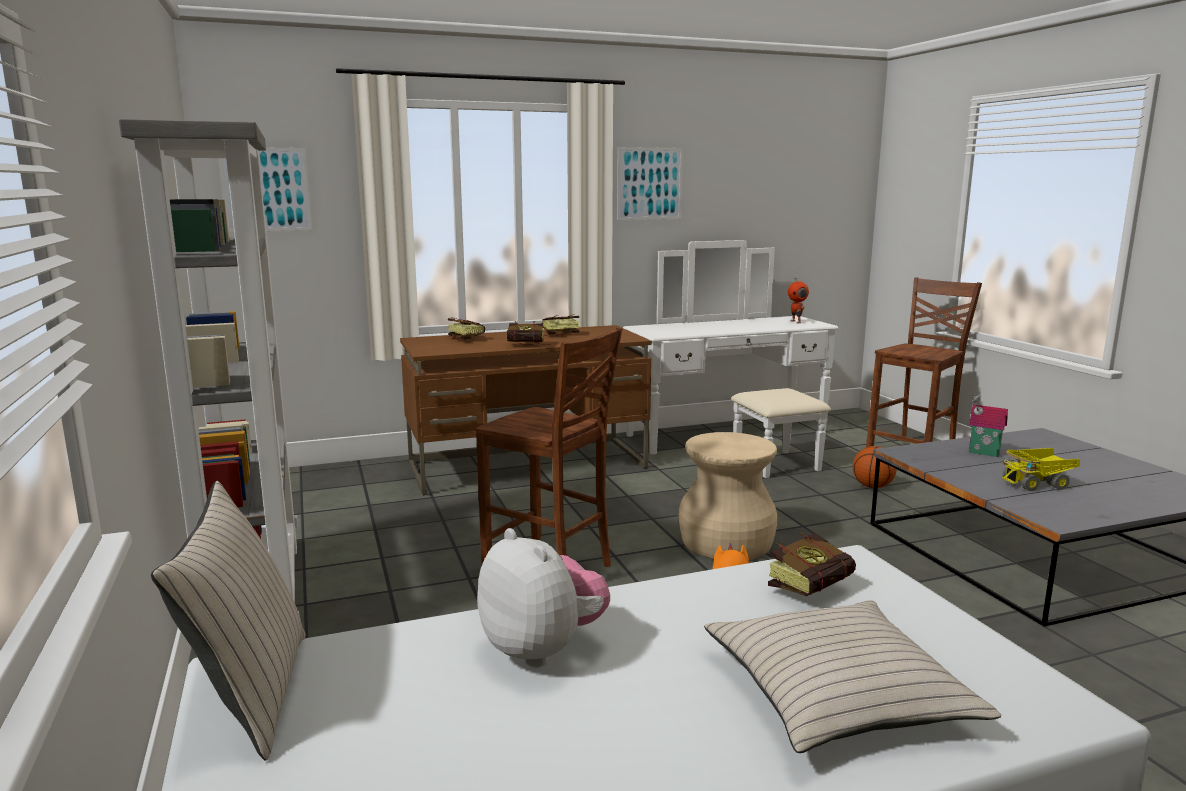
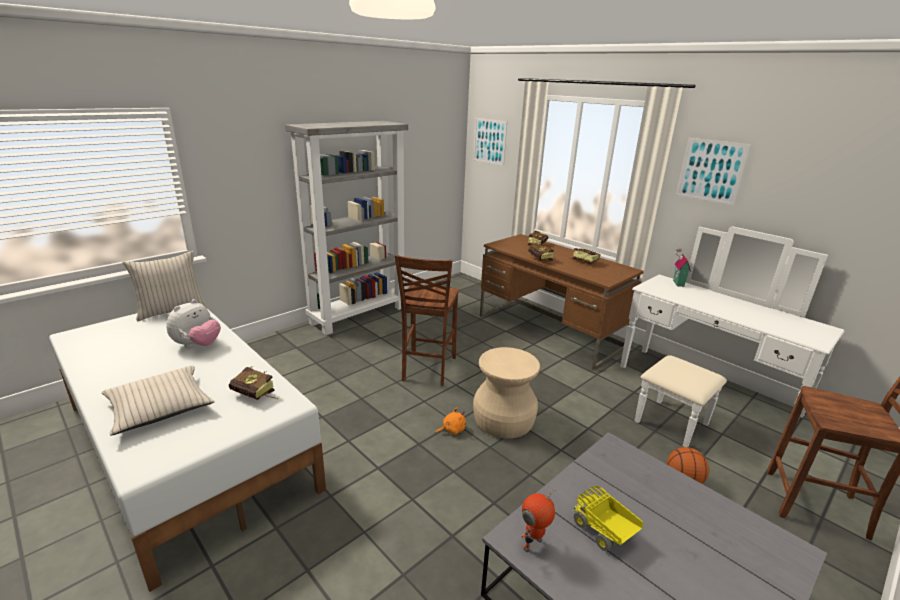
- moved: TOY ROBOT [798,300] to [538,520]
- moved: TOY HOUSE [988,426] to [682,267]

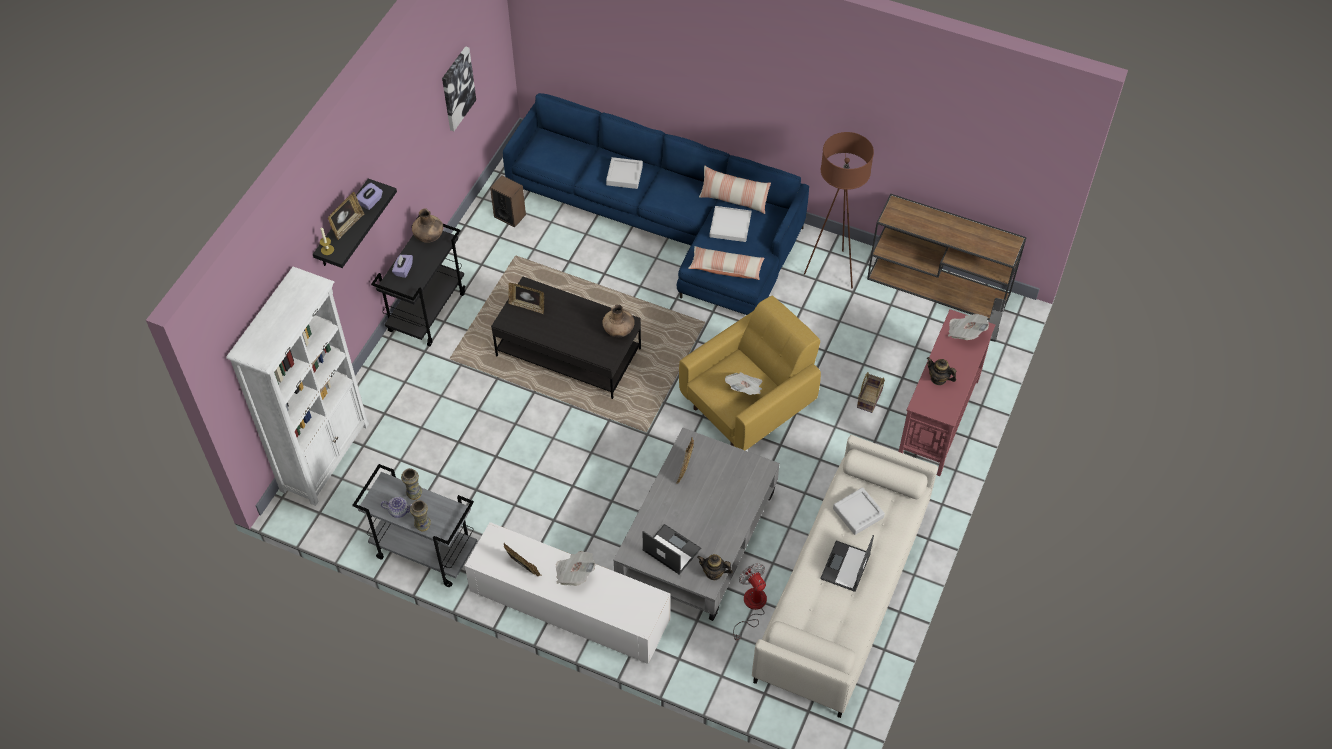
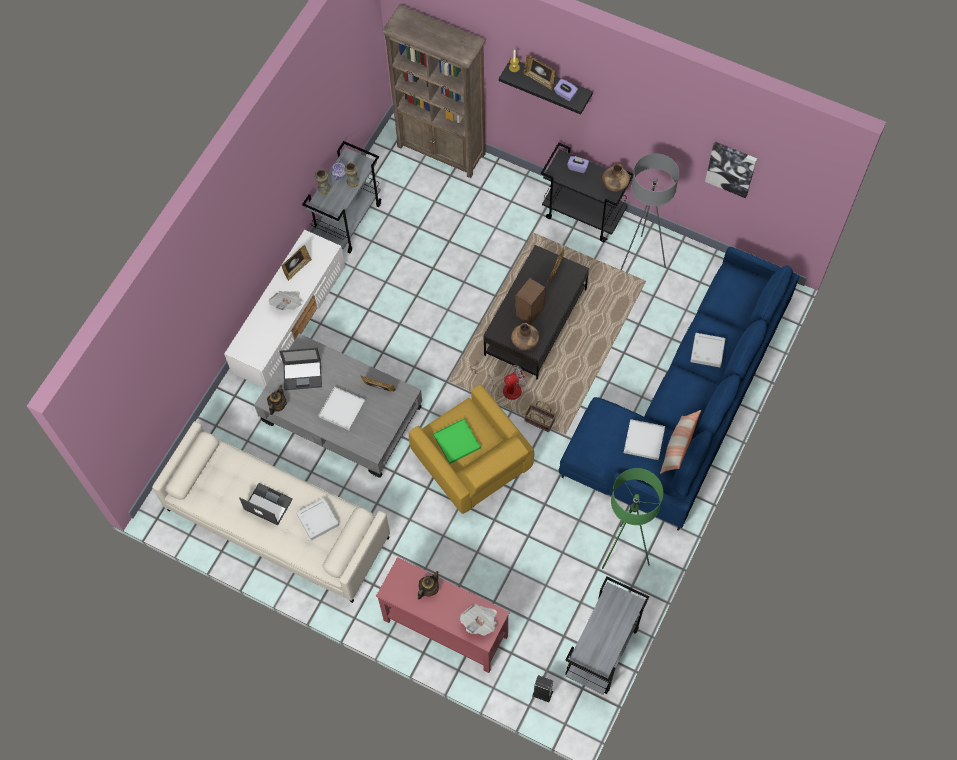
- turned: LAPTOP [671,549] = [300,369] 45 degrees clockwise
- added: WHITE TRAY [342,409]
- recoloured: WHITE BOOKCASE [297,386] to BROWN BOOKCASE [433,91]
- replaced: NEWSPAPER [743,383] to GREEN TRAY [457,441]
- moved: FAN [750,601] to [498,382]
- moved: SPEAKER [508,201] to [530,301]
- moved: BASKET [871,392] to [540,416]
- replaced: BROWN CONSOLE TABLE [947,257] to GREY CART [607,636]
- recoloured: BROWN FLOOR LAMP [839,210] to GREEN FLOOR LAMP [632,518]
- added: GREY FLOOR LAMP [650,211]
- removed: PILLOW [726,263]

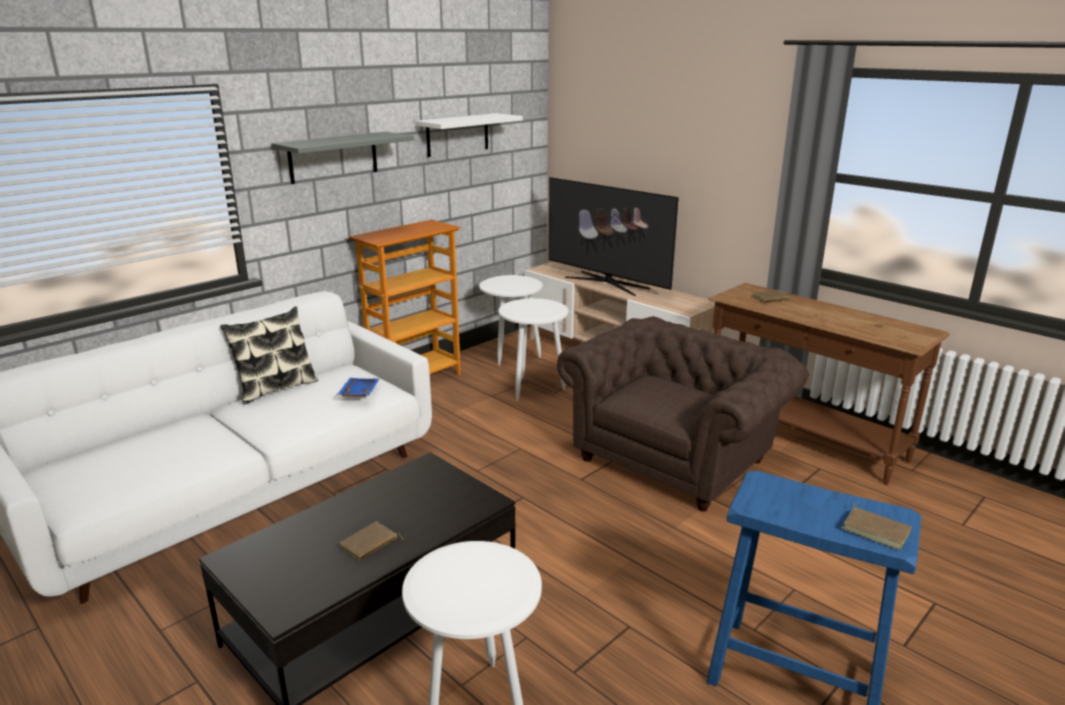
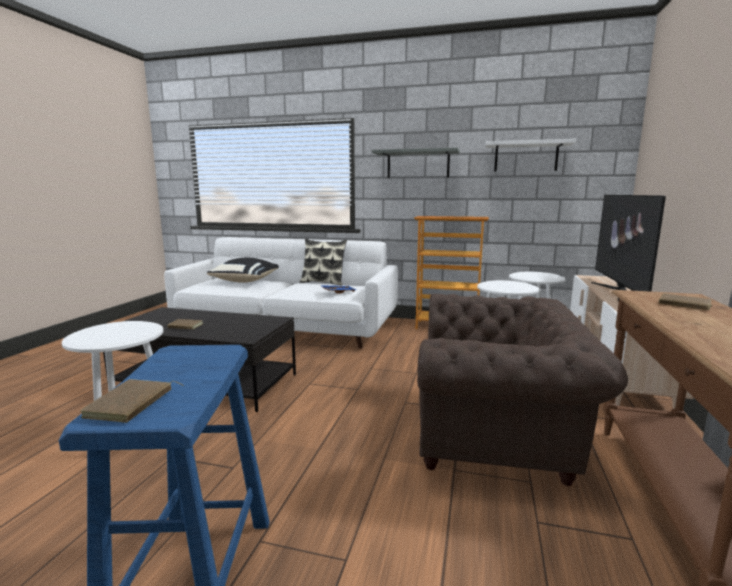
- added: BLACK PILLOW [243,270]

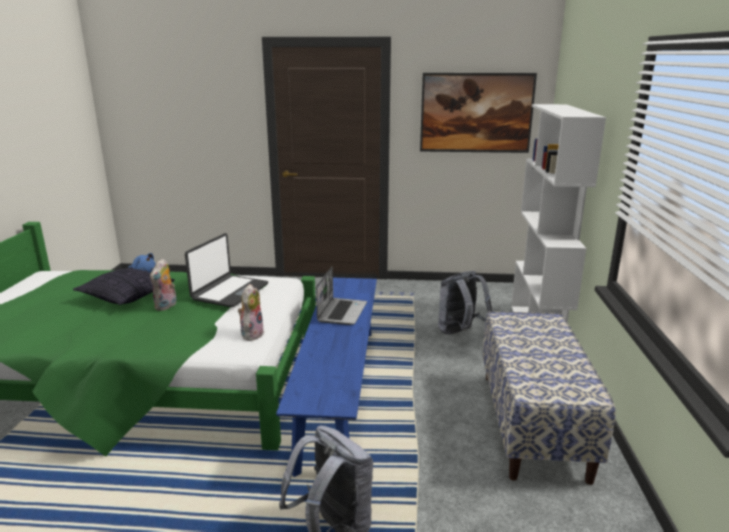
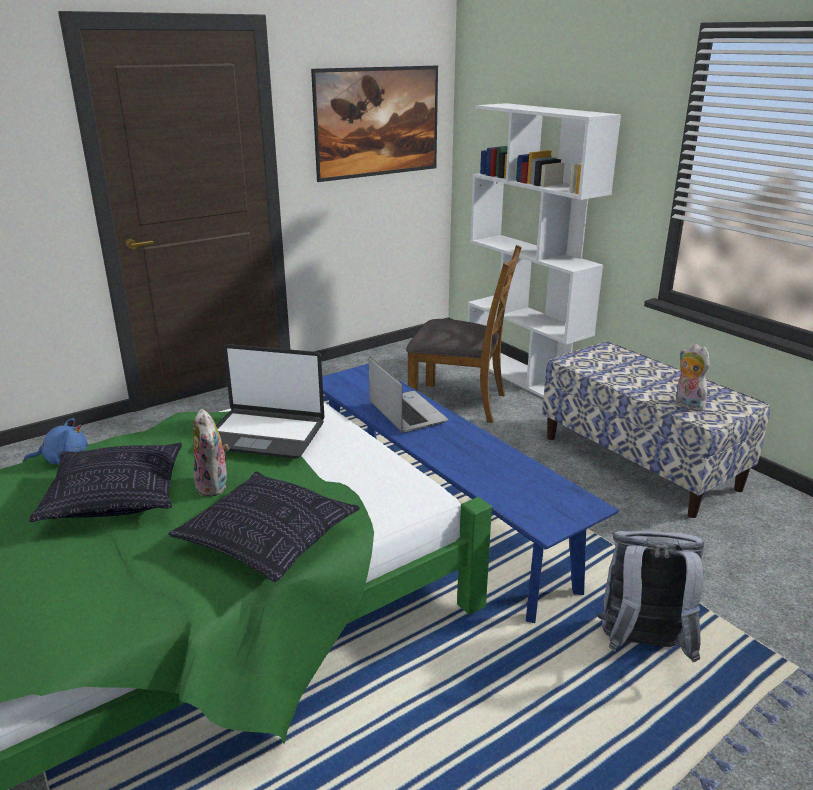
- added: PILLOW [264,526]
- turned: LAPTOP [226,270] = [270,401] 120 degrees clockwise
- replaced: GREY BACKPACK [465,302] to BROWN CHAIR [464,334]
- moved: PLUSH TOY [251,312] to [693,377]

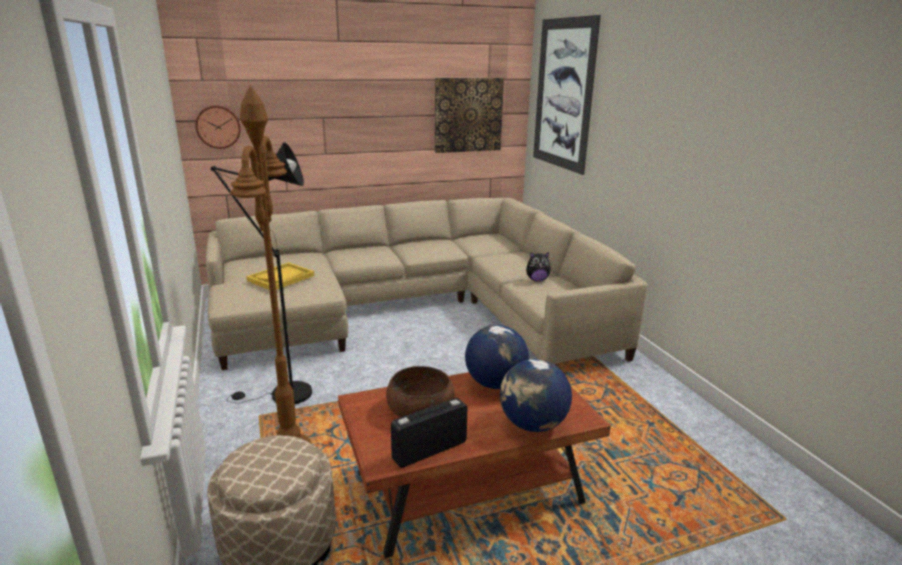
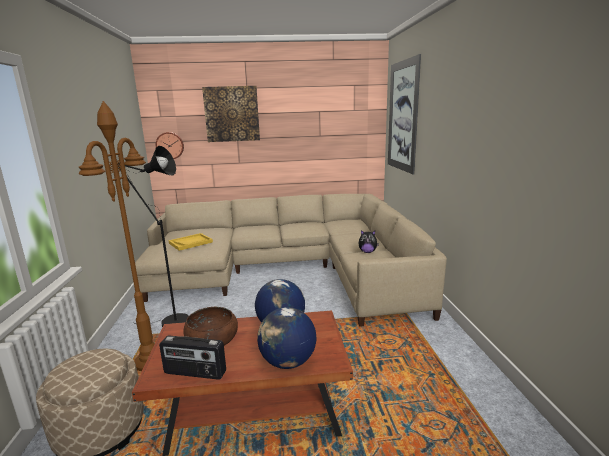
- turned: RADIO [429,433] = [192,357] 150 degrees counterclockwise
- moved: PICTURE [469,115] to [231,114]

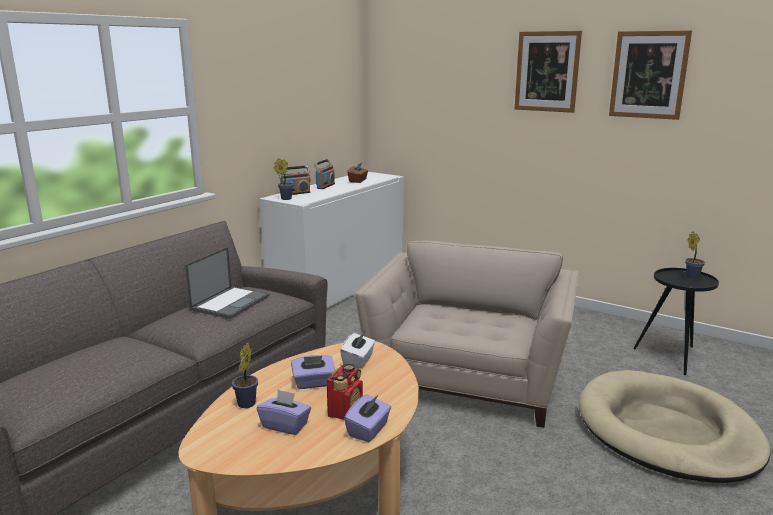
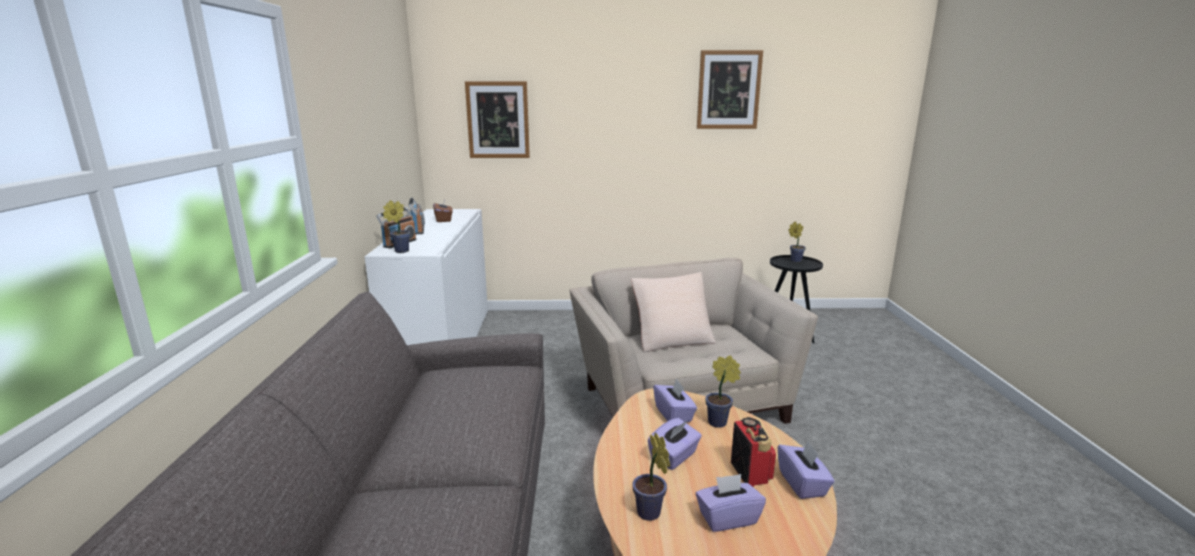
- moved: PICTURE [548,72] to [497,119]
- added: BEIGE PILLOW [673,312]
- recoloured: WHITE TISSUE BOX [357,350] to PURPLE TISSUE BOX [675,400]
- added: POTTED PLANT [723,391]
- removed: LAPTOP [227,283]
- removed: BEIGE DOG BED [675,426]

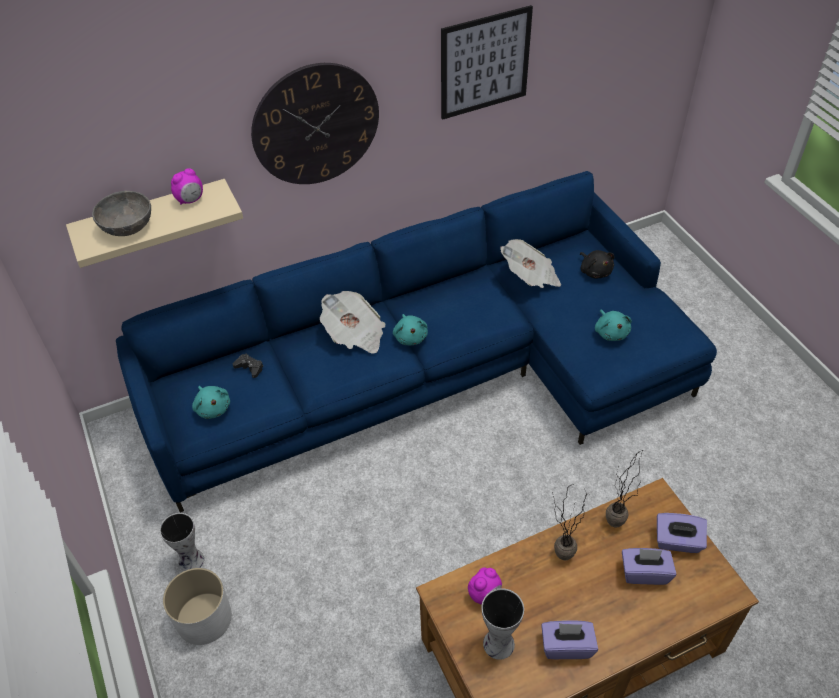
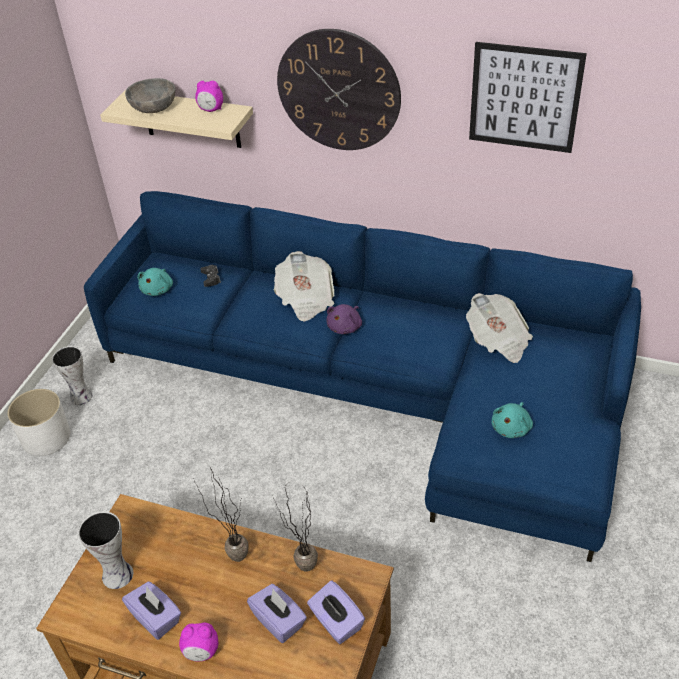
- moved: ALARM CLOCK [485,586] to [198,642]
- recoloured: TURQUOISE PLUSH TOY [410,329] to PURPLE PLUSH TOY [344,319]
- removed: BLACK PLUSH TOY [597,264]

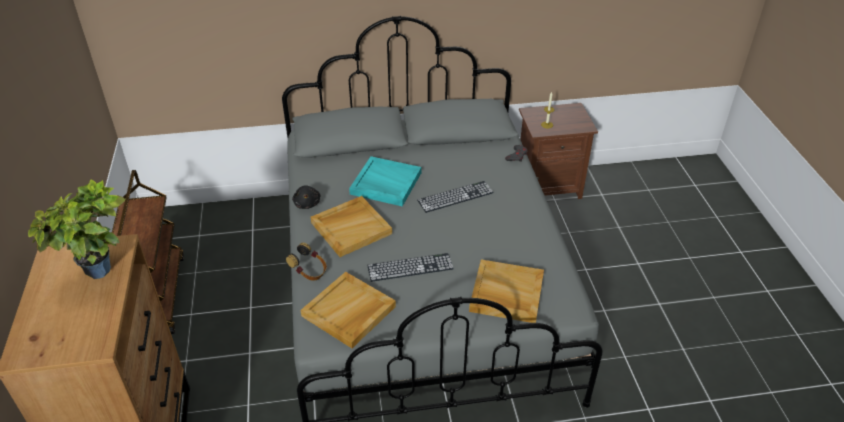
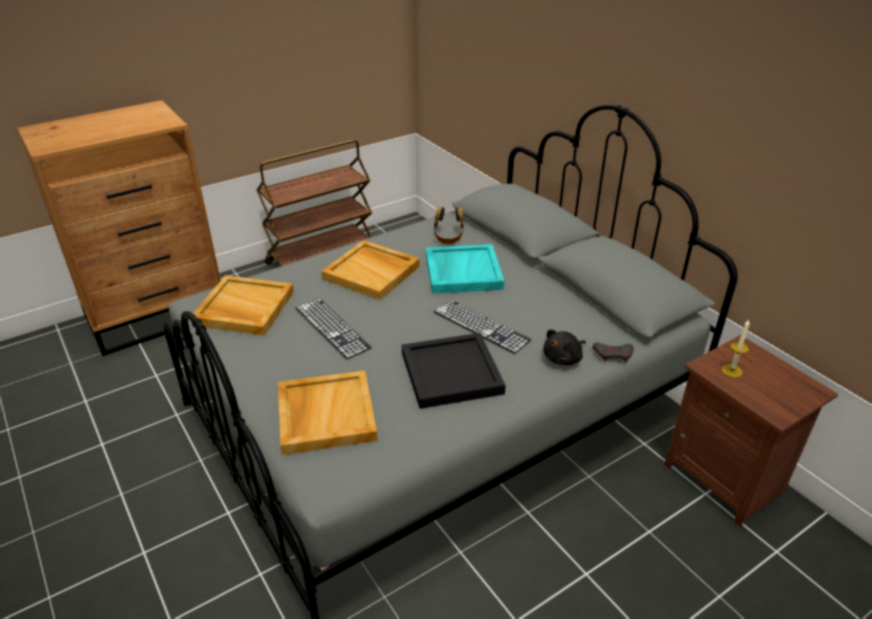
- added: BLACK TRAY [454,371]
- moved: HEADPHONES [306,261] to [449,225]
- moved: BLACK PLUSH TOY [306,197] to [564,347]
- removed: POTTED PLANT [77,229]

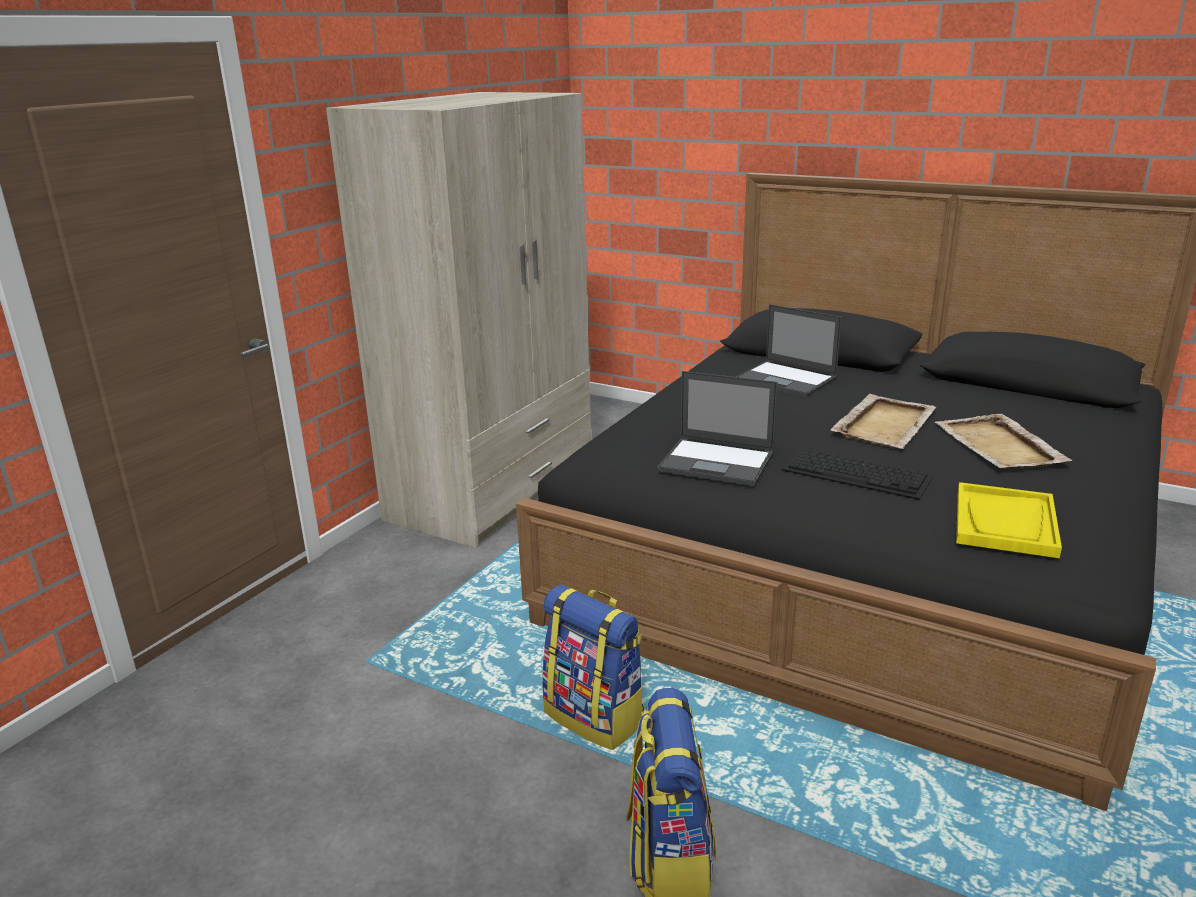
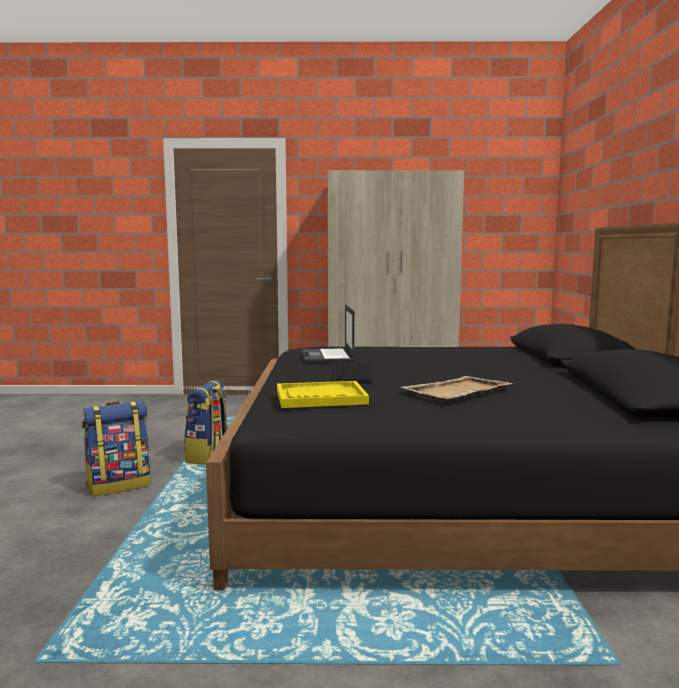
- removed: LAPTOP [789,350]
- removed: BEIGE TRAY [883,421]

